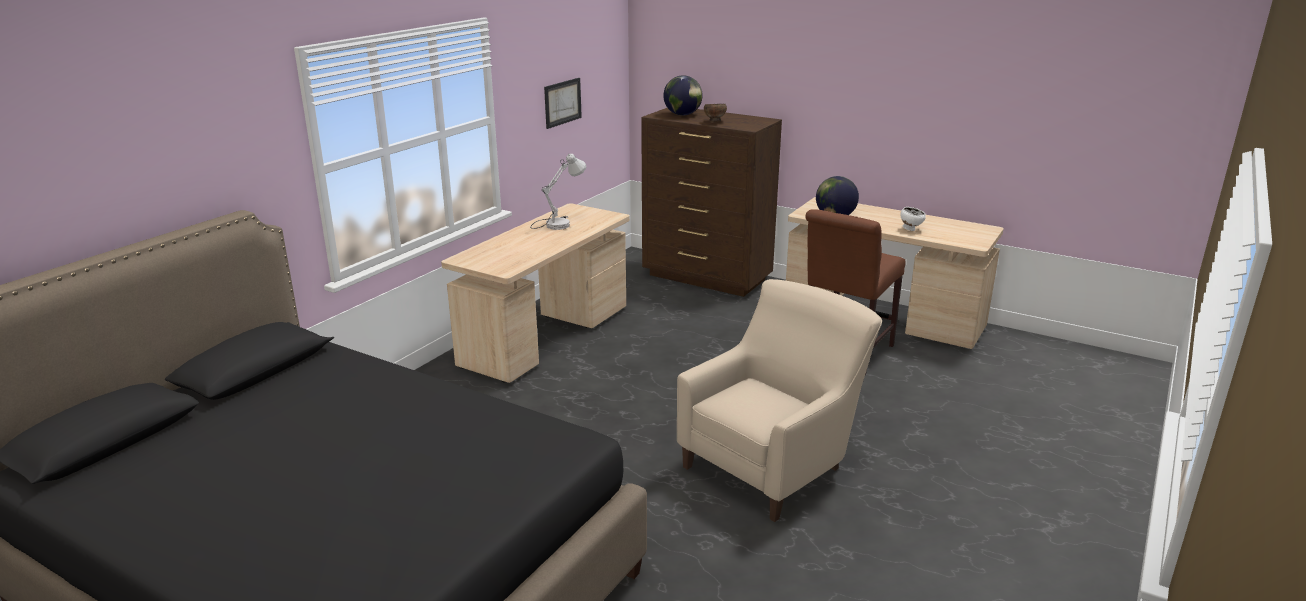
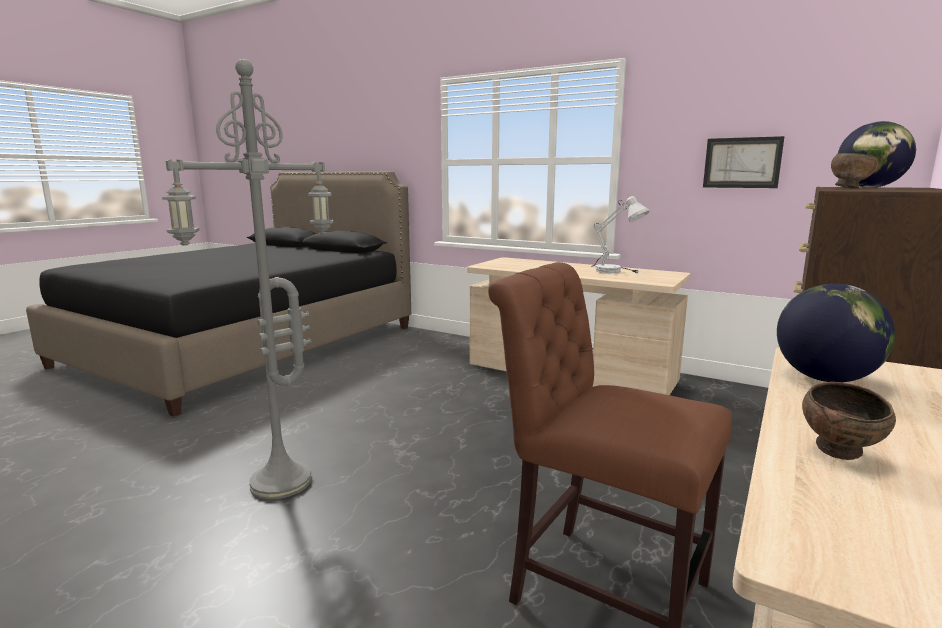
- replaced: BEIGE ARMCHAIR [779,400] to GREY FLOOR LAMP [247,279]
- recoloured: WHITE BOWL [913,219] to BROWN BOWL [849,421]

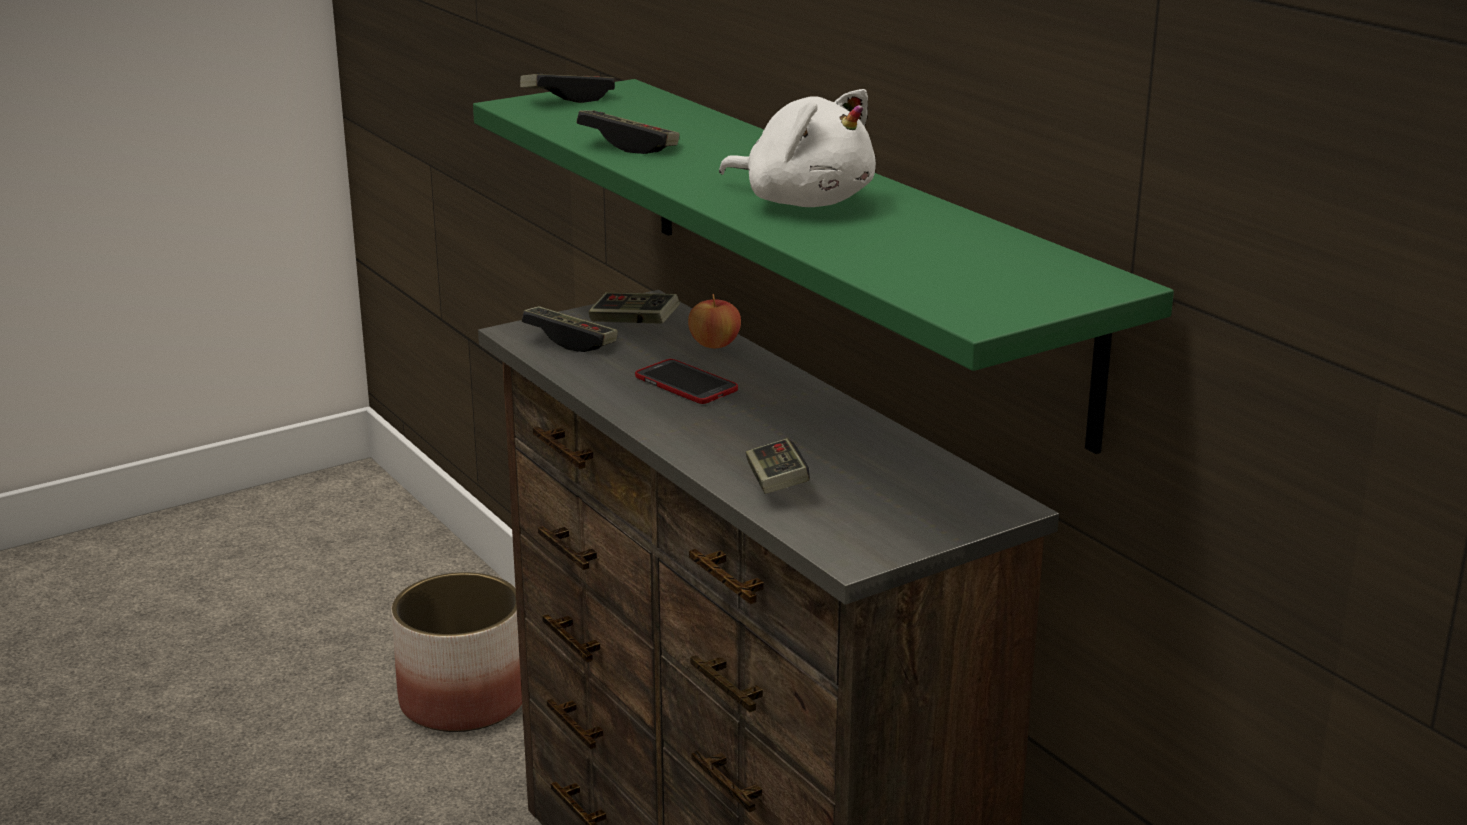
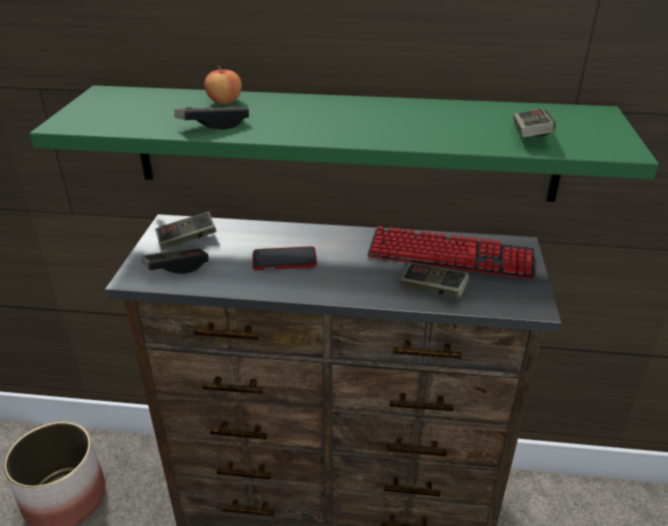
- moved: APPLE [714,321] to [223,84]
- added: KEYBOARD [450,252]
- moved: GAME CONTROLLER [567,88] to [534,122]
- removed: WHITE PLUSH TOY [797,148]

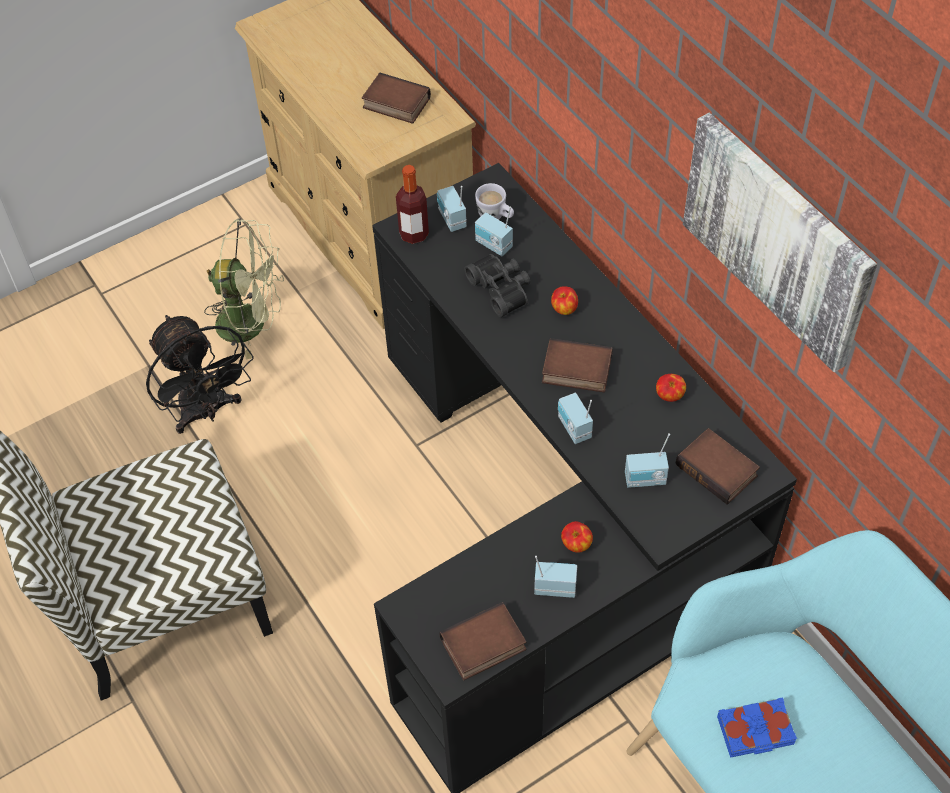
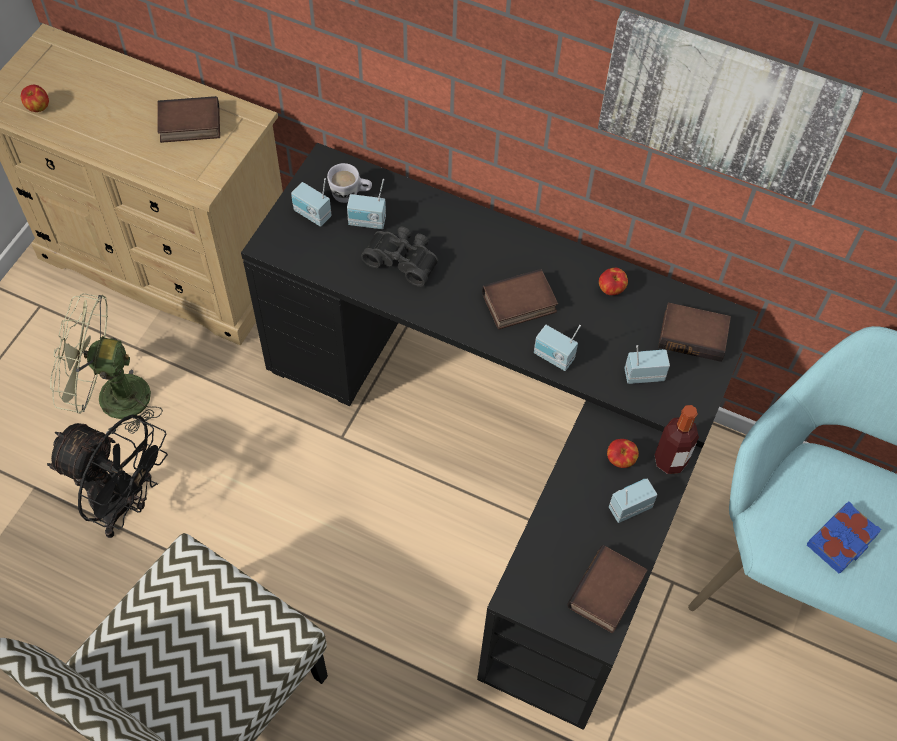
- moved: APPLE [564,300] to [35,98]
- turned: GREEN FAN [244,289] = [106,363] 150 degrees counterclockwise
- turned: RADIO [647,460] = [647,364] 150 degrees counterclockwise
- moved: BOTTLE [412,204] to [677,439]

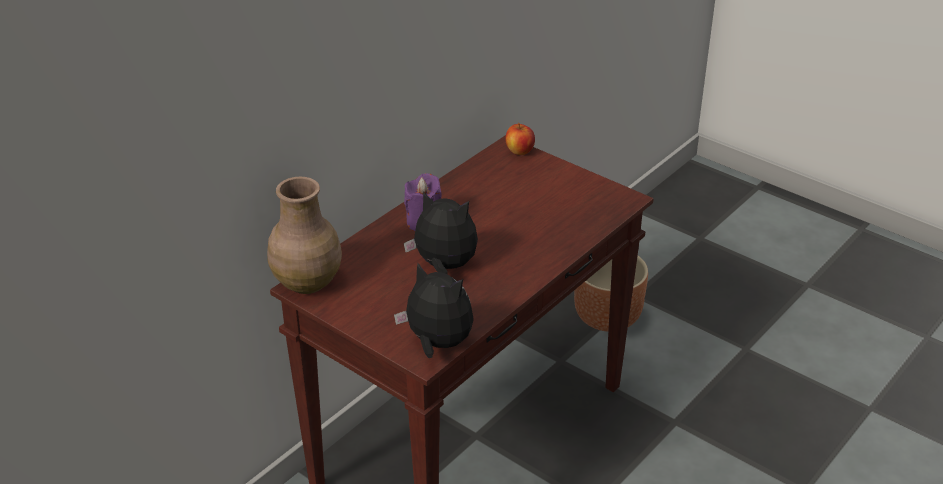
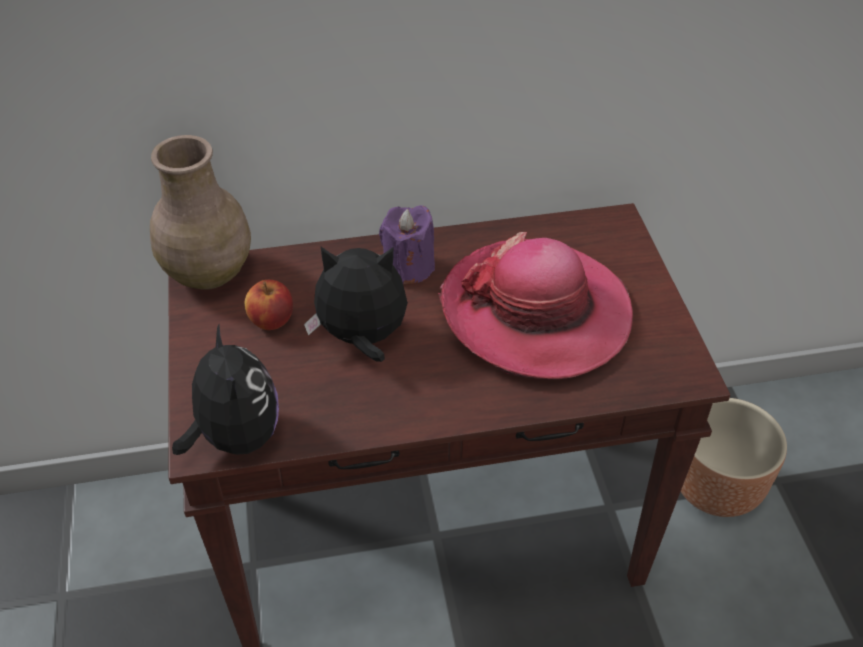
- moved: APPLE [520,139] to [269,305]
- turned: PLUSH TOY [441,233] = [356,304] 60 degrees counterclockwise
- added: HAT [535,306]

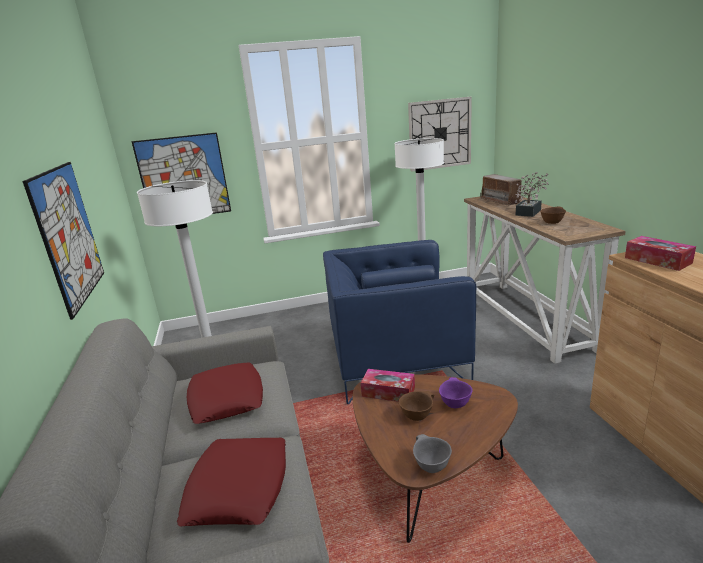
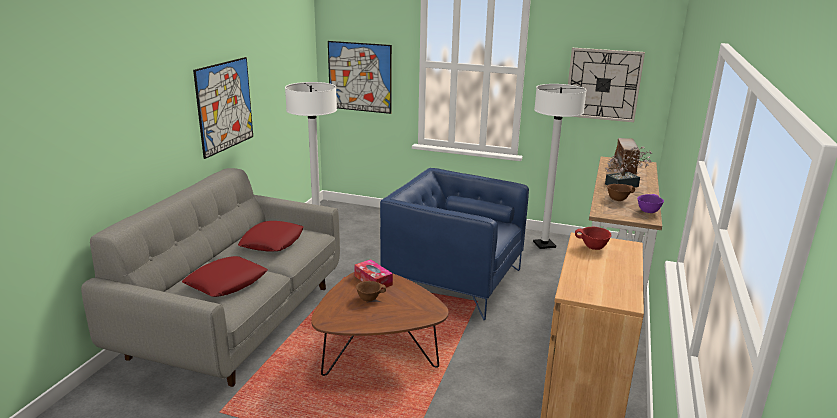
- replaced: TISSUE BOX [660,253] to RED BOWL [593,238]
- moved: PURPLE BOWL [456,392] to [650,203]
- removed: GREY BOWL [432,453]

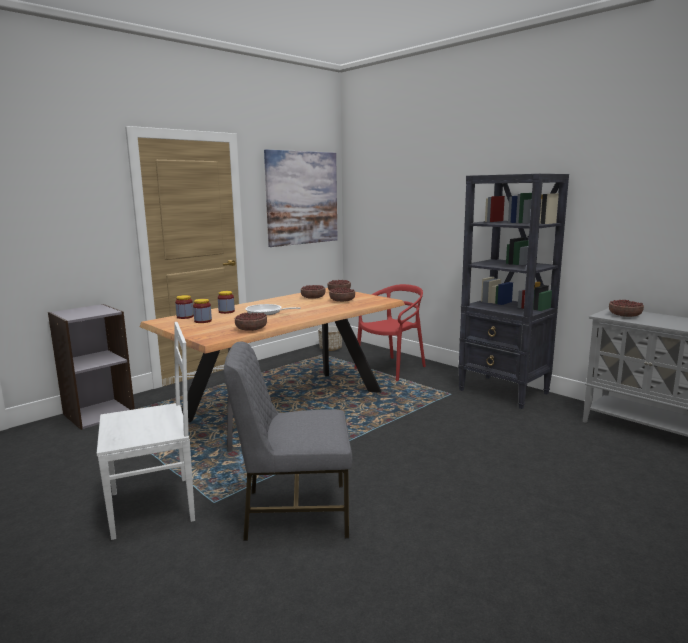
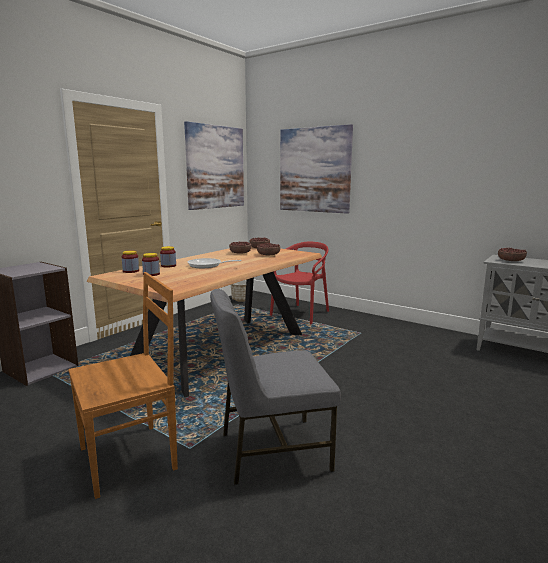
- recoloured: WHITE CHAIR [146,431] to BROWN CHAIR [123,385]
- added: PICTURE [316,169]
- removed: BOWL [251,322]
- removed: BLACK BOOKCASE [513,291]

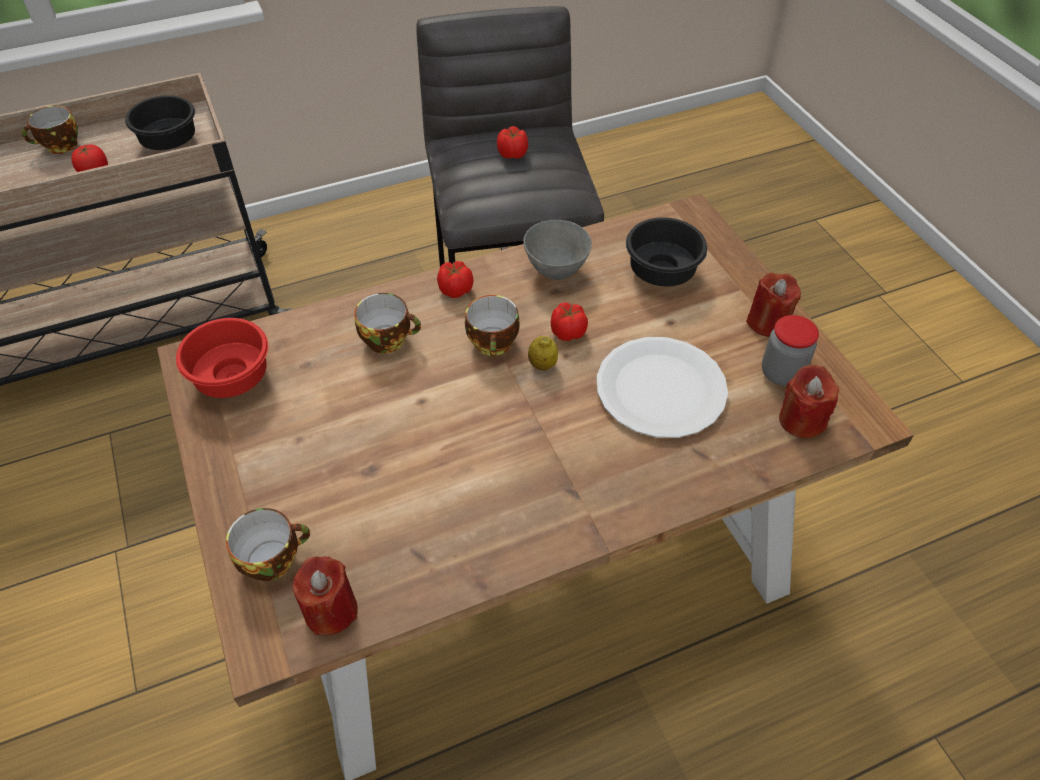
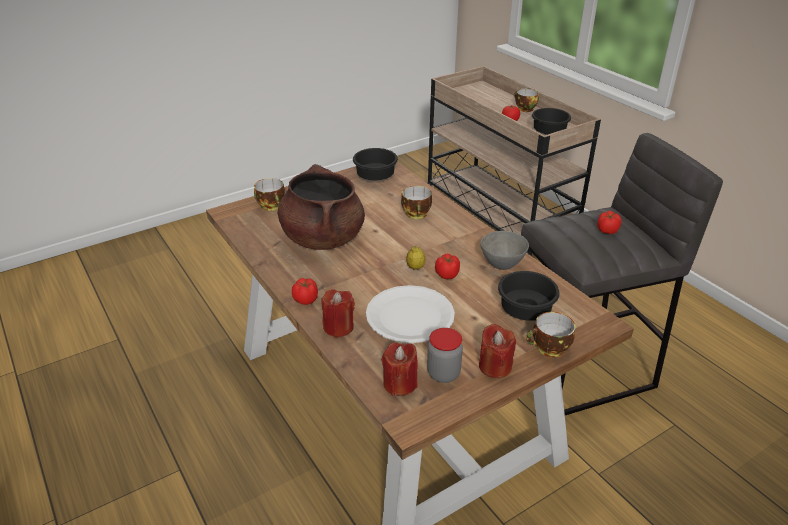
- added: BROWN COOKING POT [321,207]
- moved: TOMATO [455,279] to [305,291]
- moved: RED CANDLE [325,596] to [338,313]
- recoloured: RED BOWL [222,358] to BLACK BOWL [375,164]
- moved: CUP [492,326] to [551,334]

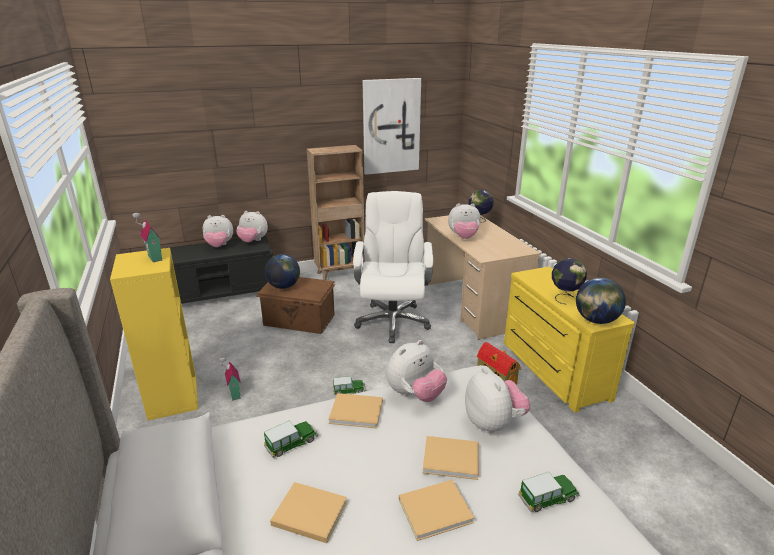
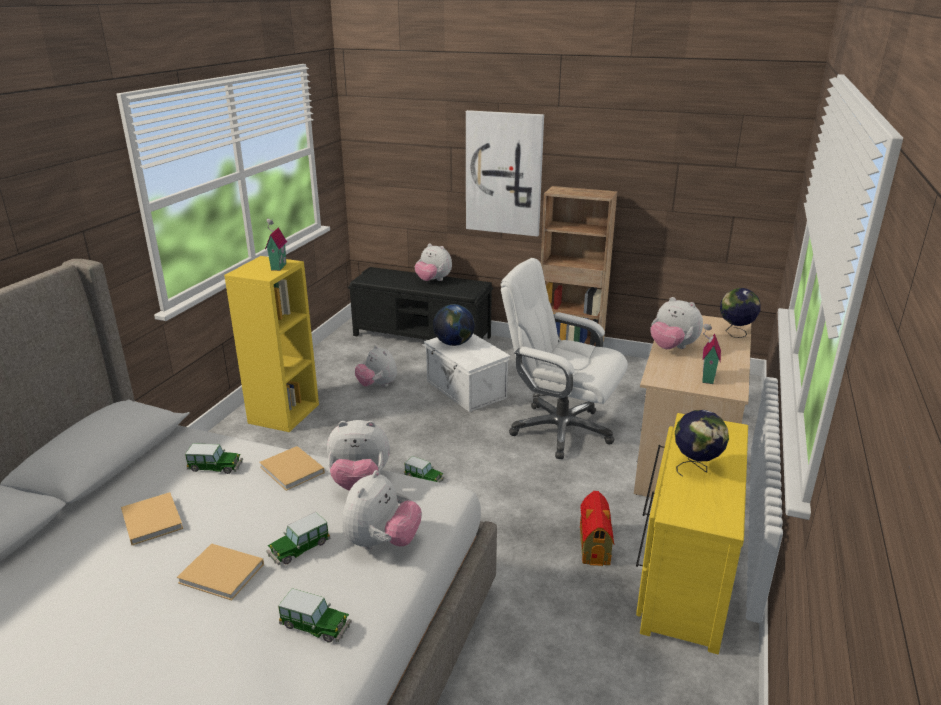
- replaced: BEIGE BOOK [451,458] to TOY CAR [298,538]
- moved: PLUSH TOY [252,227] to [376,366]
- recoloured: BROWN STORAGE BOX [295,305] to WHITE STORAGE BOX [466,373]
- moved: PICTURE [392,126] to [505,173]
- turned: WHITE OFFICE CHAIR [393,267] = [564,358] 105 degrees counterclockwise
- moved: TOY HOUSE [230,379] to [711,354]
- removed: GLOBE [601,301]

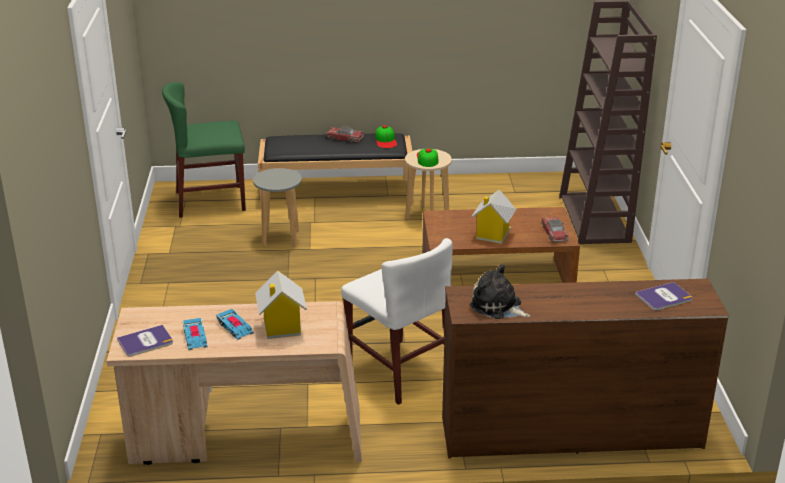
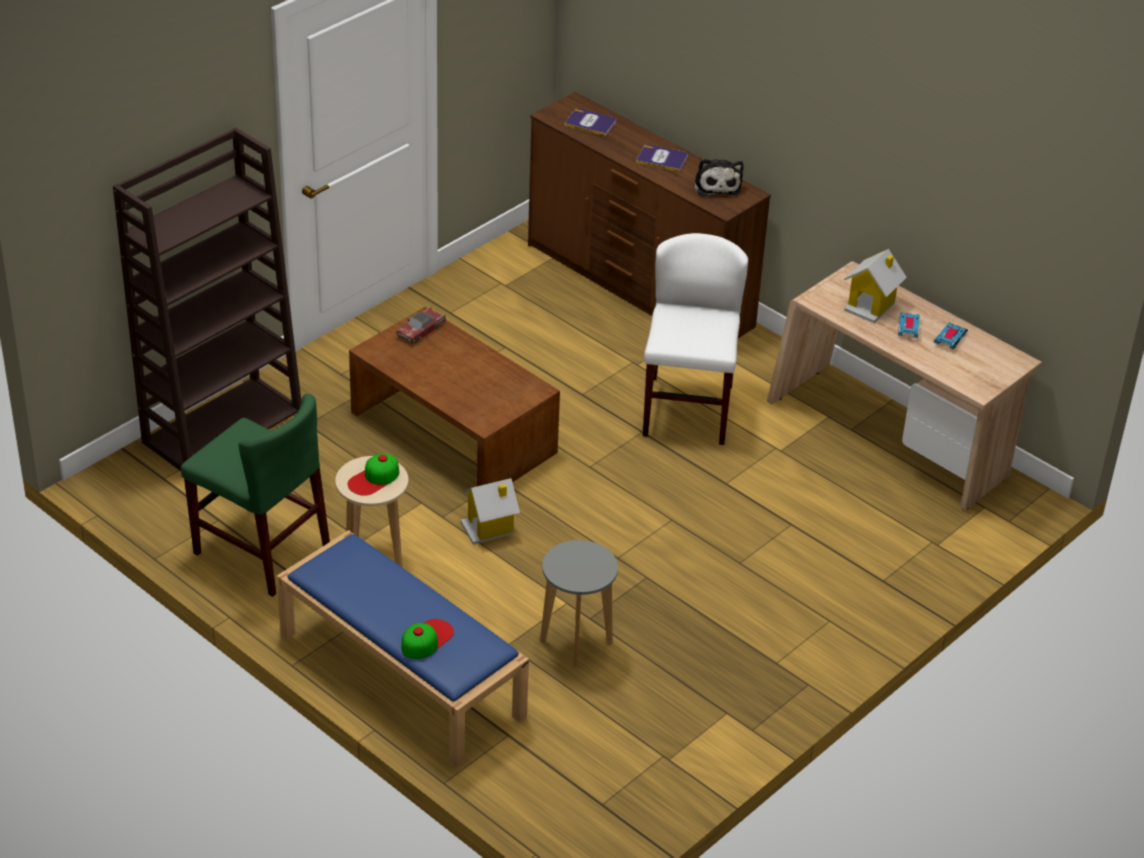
- moved: GREEN CHAIR [204,150] to [255,495]
- recoloured: BLACK BENCH [336,168] to BLUE BENCH [403,649]
- moved: CAP [386,136] to [427,639]
- moved: TOY HOUSE [493,216] to [490,511]
- moved: BOOK [145,341] to [662,158]
- removed: TOY CAR [345,134]

